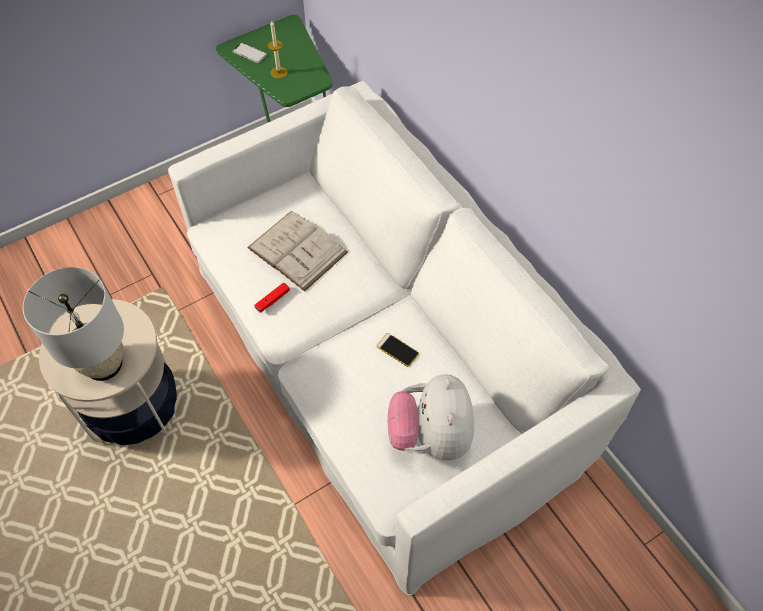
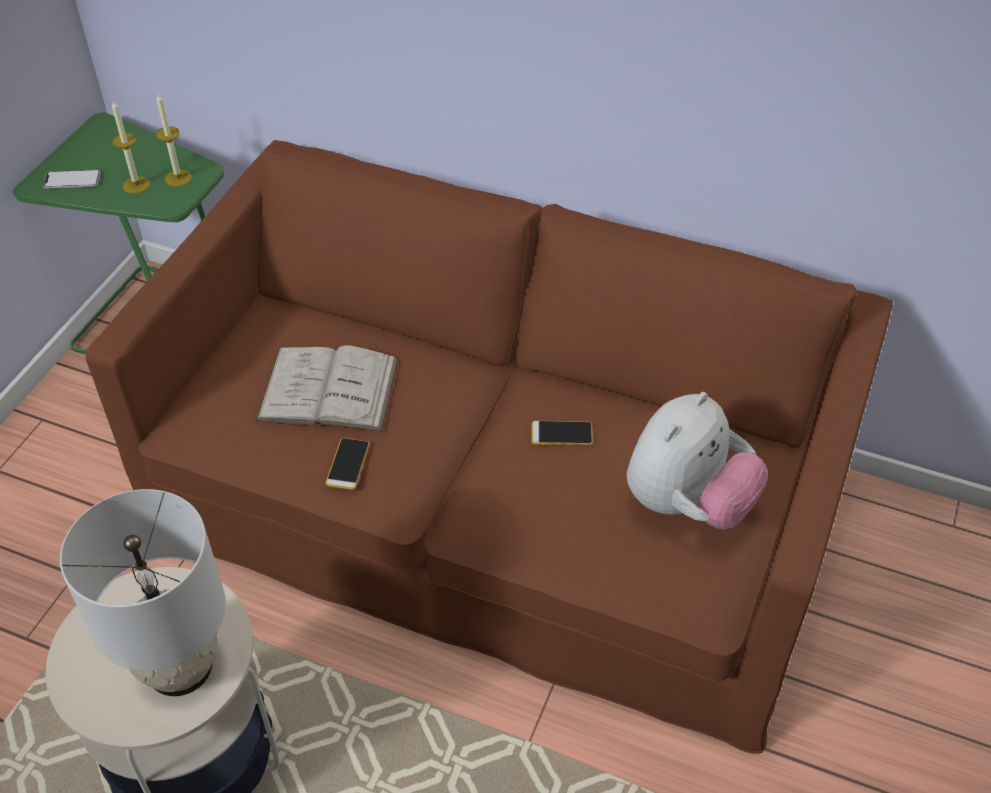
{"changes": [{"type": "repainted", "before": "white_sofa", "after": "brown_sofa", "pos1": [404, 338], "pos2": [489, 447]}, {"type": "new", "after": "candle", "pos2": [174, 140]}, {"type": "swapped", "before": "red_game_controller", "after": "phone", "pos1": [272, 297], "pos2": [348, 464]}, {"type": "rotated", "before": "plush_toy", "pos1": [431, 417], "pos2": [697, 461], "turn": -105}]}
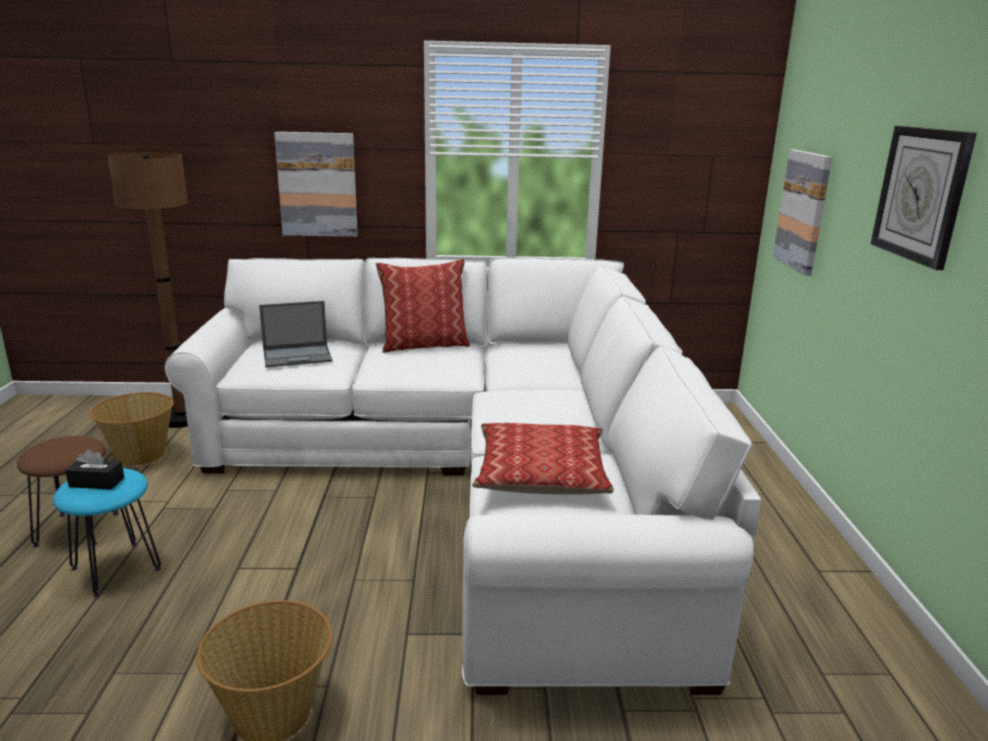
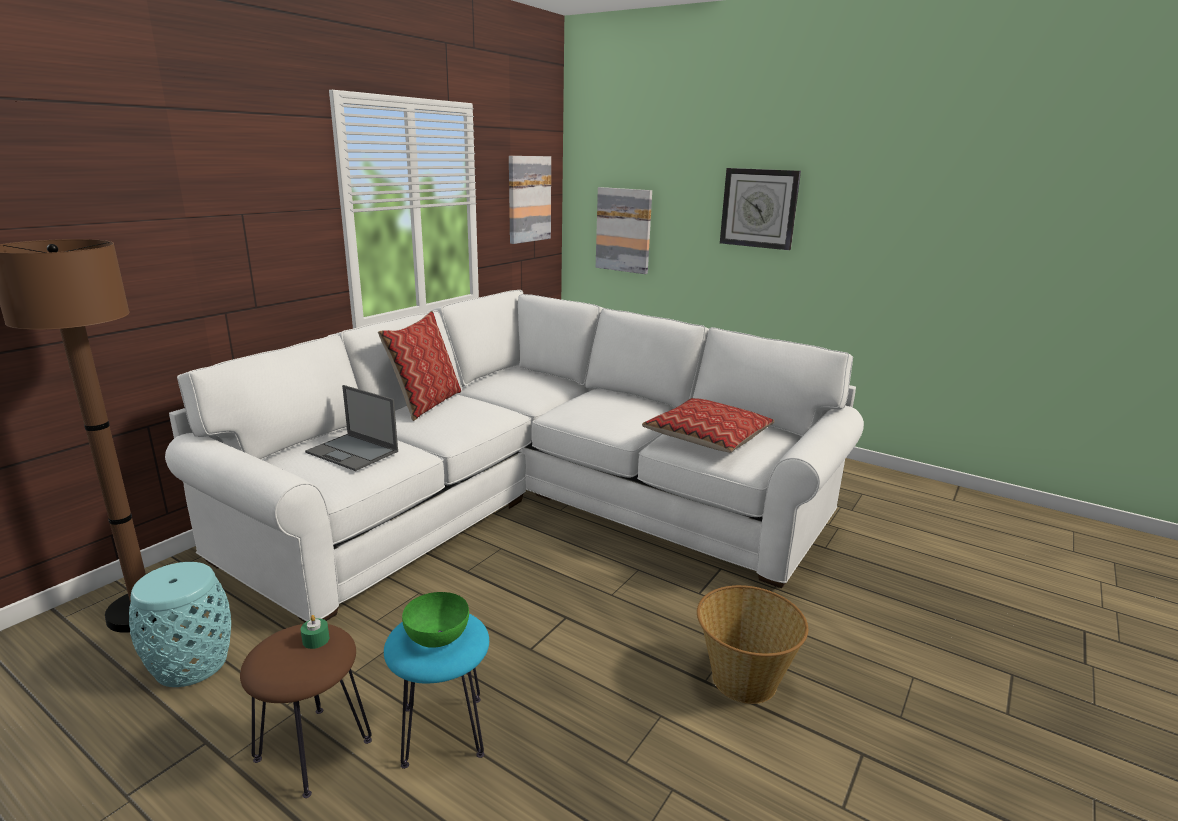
{"changes": [{"type": "swapped", "before": "basket", "after": "turquoise_stool", "pos1": [132, 429], "pos2": [180, 624]}, {"type": "new", "after": "green_candle", "pos2": [315, 632]}, {"type": "rotated", "before": "laptop", "pos1": [295, 334], "pos2": [351, 428], "turn": 105}, {"type": "swapped", "before": "black_tissue_box", "after": "green_bowl", "pos1": [94, 469], "pos2": [435, 620]}, {"type": "shifted", "before": "picture", "pos1": [316, 184], "pos2": [530, 200]}]}
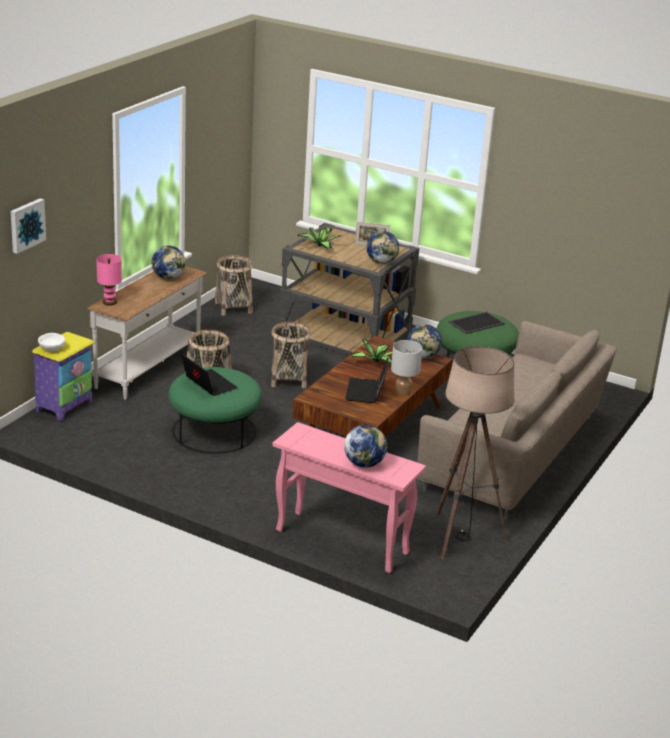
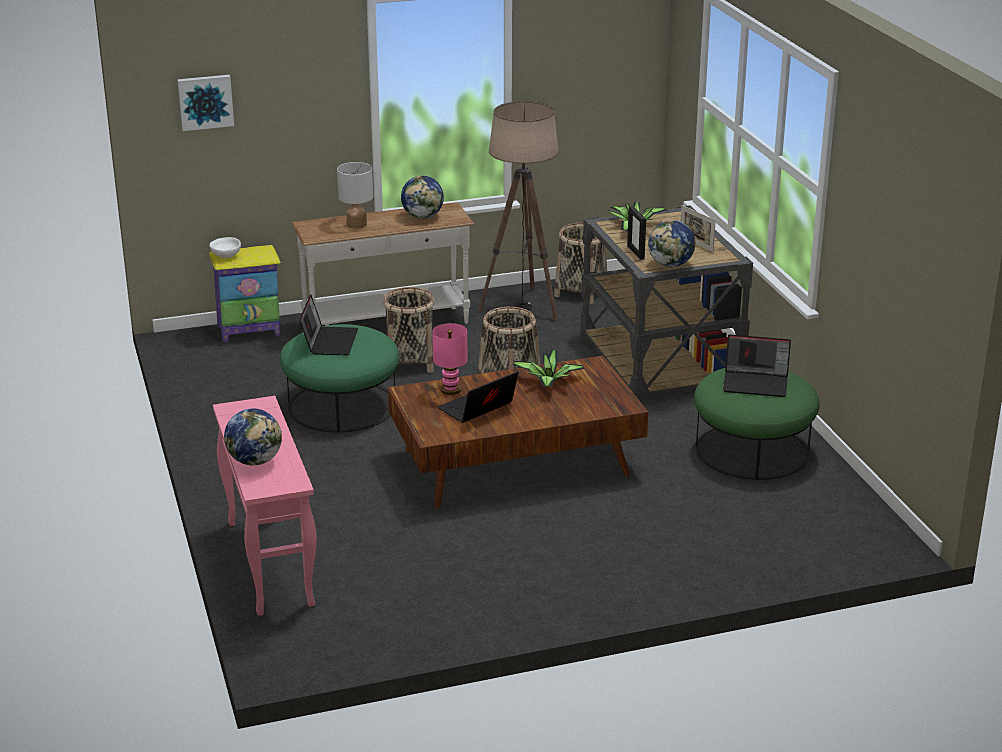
{"changes": [{"type": "shifted", "before": "grey_table_lamp", "pos1": [406, 368], "pos2": [355, 195]}, {"type": "shifted", "before": "pink_table_lamp", "pos1": [109, 280], "pos2": [450, 359]}, {"type": "shifted", "before": "floor_lamp", "pos1": [475, 453], "pos2": [518, 211]}, {"type": "new", "after": "picture_frame", "pos2": [636, 233]}, {"type": "swapped", "before": "tray", "after": "laptop", "pos1": [476, 323], "pos2": [757, 365]}, {"type": "gone", "before": "globe", "pos1": [424, 341]}, {"type": "gone", "before": "beige_sofa", "pos1": [517, 420]}]}
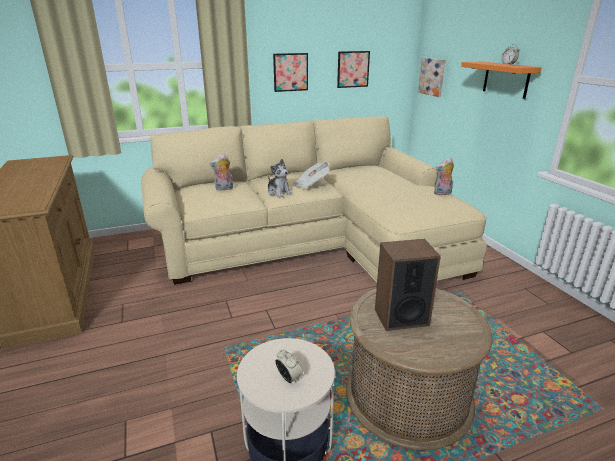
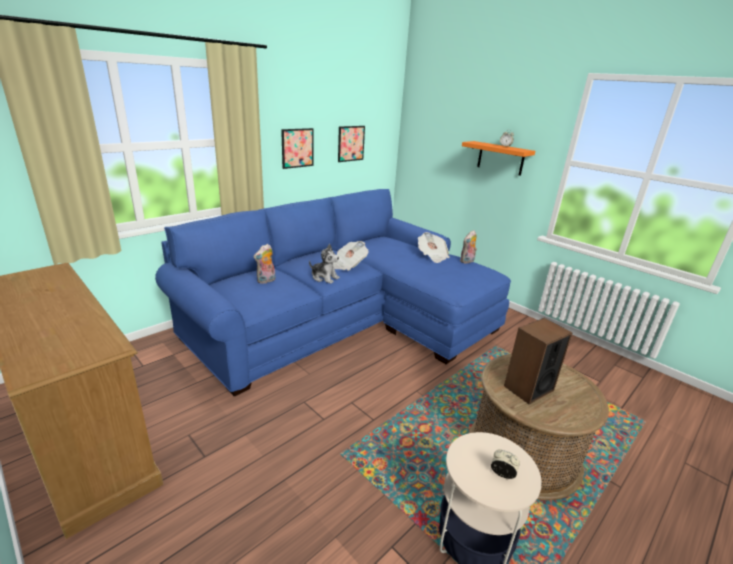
{"changes": [{"type": "repainted", "before": "beige_sofa", "after": "blue_sofa", "pos1": [314, 200], "pos2": [333, 293]}, {"type": "new", "after": "newspaper", "pos2": [434, 247]}, {"type": "gone", "before": "picture", "pos1": [432, 77]}]}
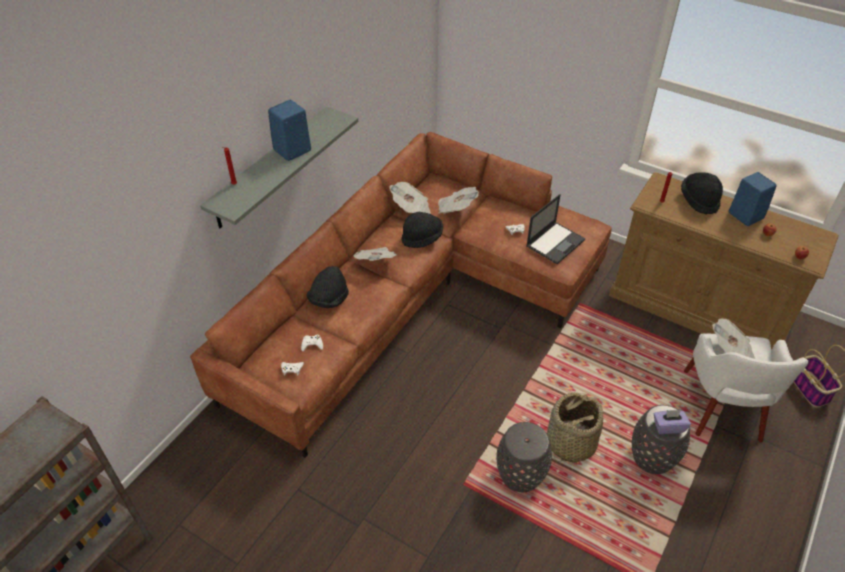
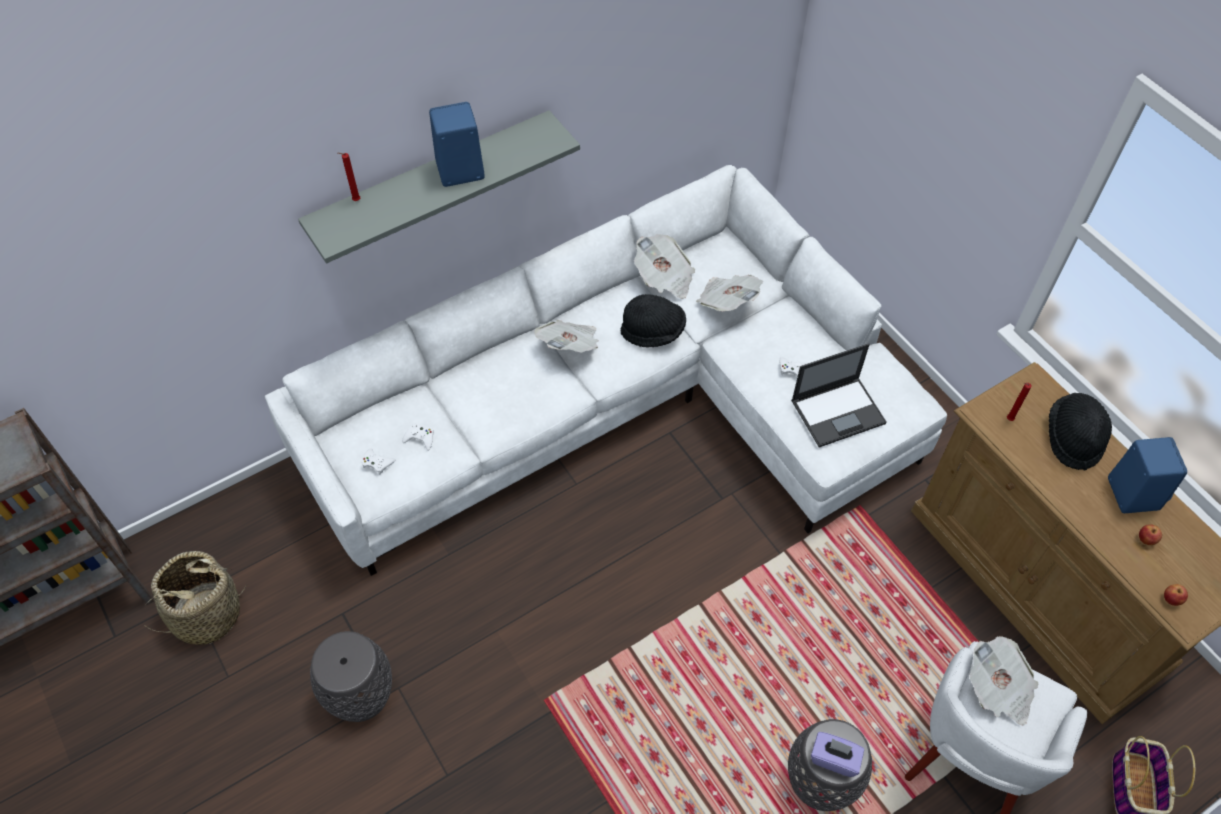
{"changes": [{"type": "shifted", "before": "basket", "pos1": [575, 427], "pos2": [193, 598]}, {"type": "repainted", "before": "brown_sofa", "after": "white_sofa", "pos1": [401, 295], "pos2": [606, 370]}, {"type": "shifted", "before": "grey_stool", "pos1": [524, 457], "pos2": [351, 676]}, {"type": "gone", "before": "black_hat", "pos1": [328, 287]}]}
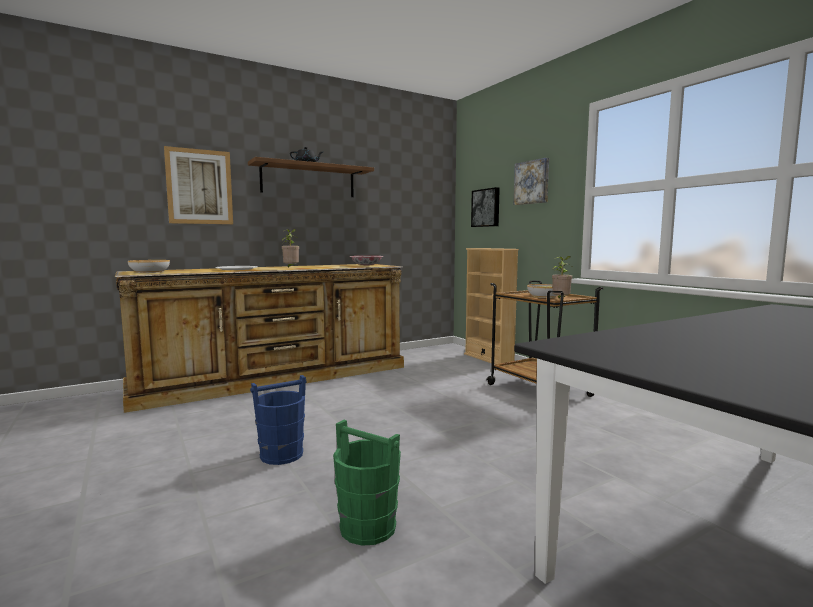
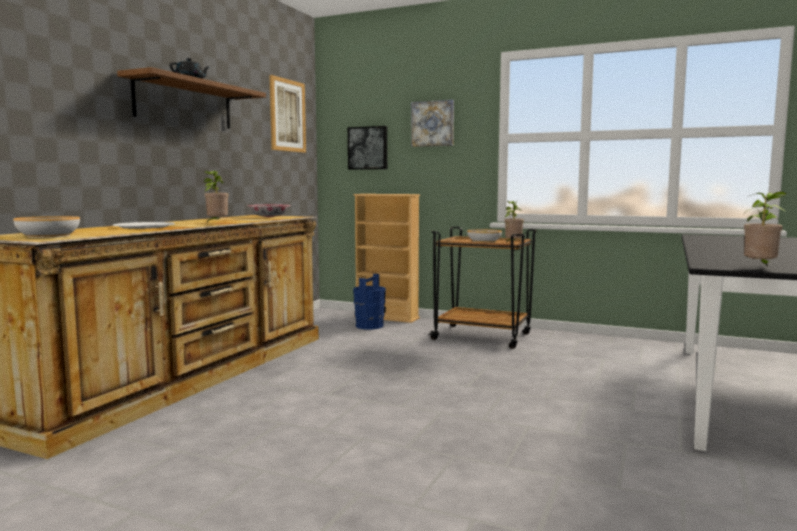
{"changes": [{"type": "shifted", "before": "picture", "pos1": [198, 185], "pos2": [287, 114]}, {"type": "shifted", "before": "blue_bucket", "pos1": [278, 420], "pos2": [369, 301]}, {"type": "new", "after": "potted_plant", "pos2": [765, 229]}, {"type": "gone", "before": "green_bucket", "pos1": [367, 482]}]}
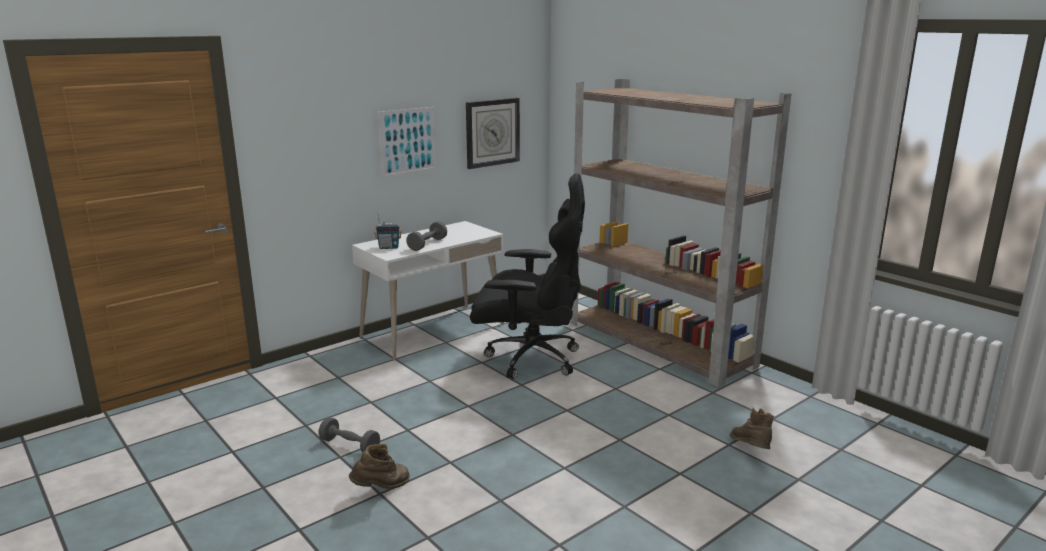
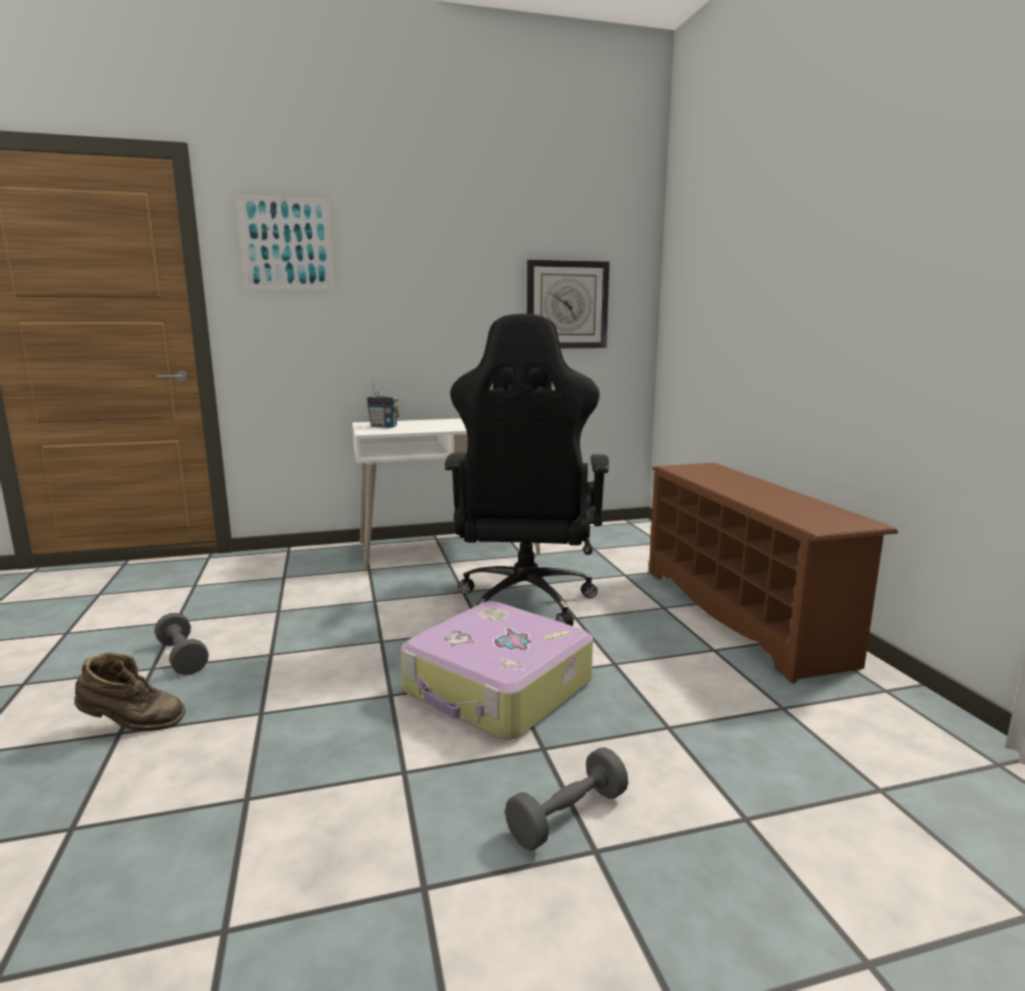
{"changes": [{"type": "shifted", "before": "picture", "pos1": [407, 142], "pos2": [285, 242]}, {"type": "new", "after": "suitcase", "pos2": [497, 670]}, {"type": "rotated", "before": "black_office_chair", "pos1": [527, 276], "pos2": [527, 470], "turn": 60}, {"type": "shifted", "before": "grey_dumbbell", "pos1": [426, 236], "pos2": [566, 798]}, {"type": "swapped", "before": "brown_bookcase", "after": "brown_shoe_rack", "pos1": [681, 233], "pos2": [773, 573]}, {"type": "gone", "before": "brown_boot", "pos1": [752, 428]}]}
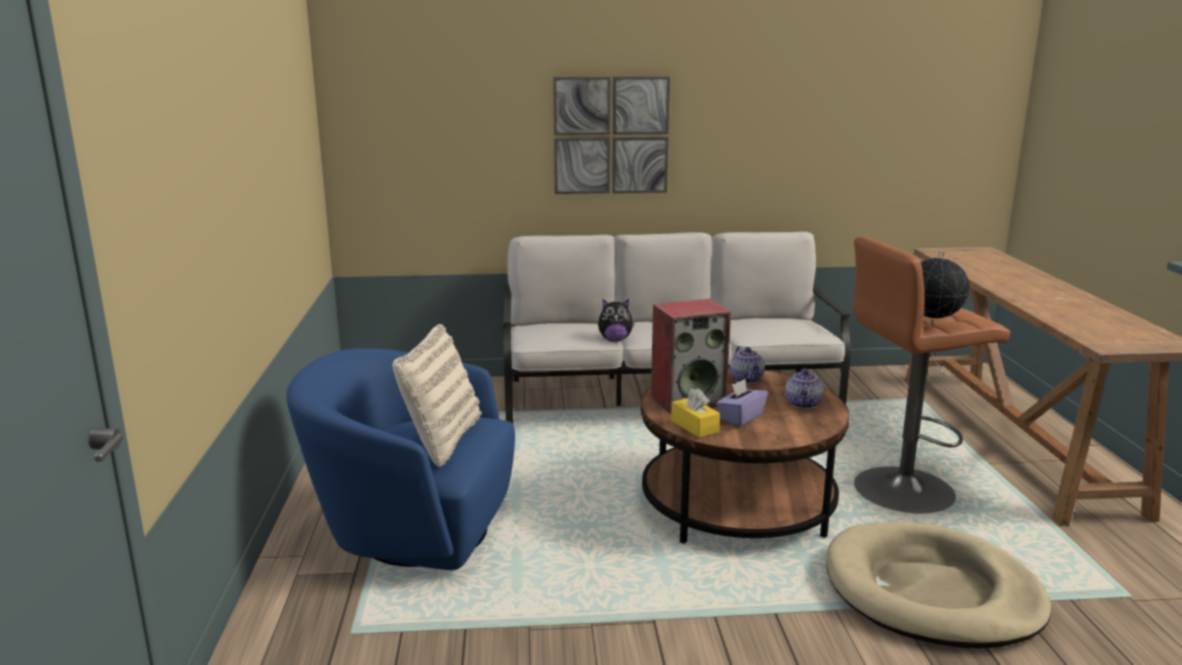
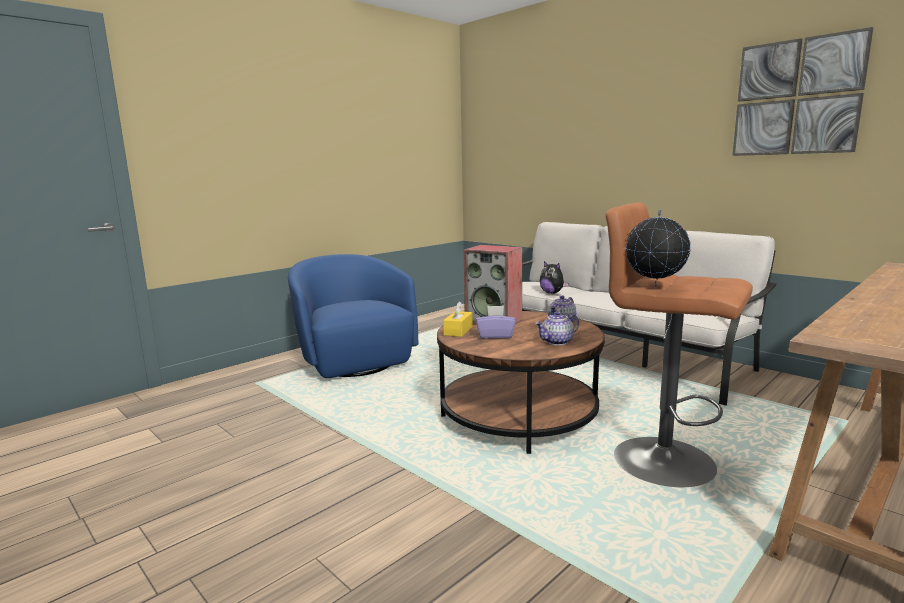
{"changes": [{"type": "shifted", "before": "picture", "pos1": [611, 135], "pos2": [802, 91]}, {"type": "gone", "before": "beige_pillow", "pos1": [437, 395]}, {"type": "gone", "before": "beige_dog_bed", "pos1": [938, 585]}]}
